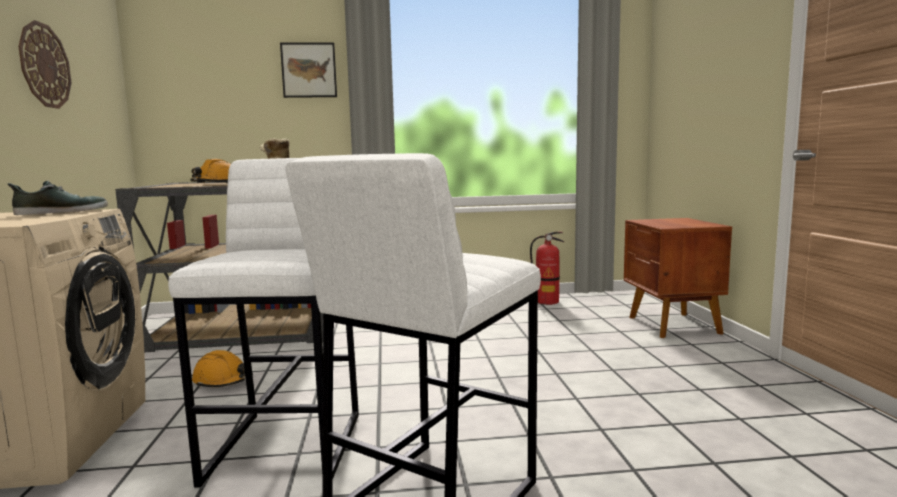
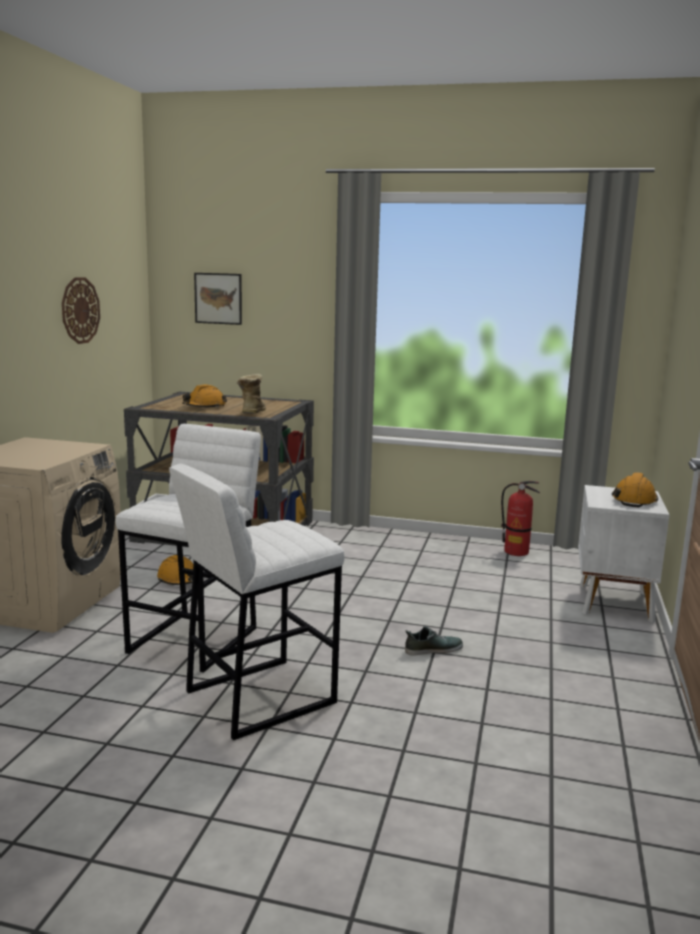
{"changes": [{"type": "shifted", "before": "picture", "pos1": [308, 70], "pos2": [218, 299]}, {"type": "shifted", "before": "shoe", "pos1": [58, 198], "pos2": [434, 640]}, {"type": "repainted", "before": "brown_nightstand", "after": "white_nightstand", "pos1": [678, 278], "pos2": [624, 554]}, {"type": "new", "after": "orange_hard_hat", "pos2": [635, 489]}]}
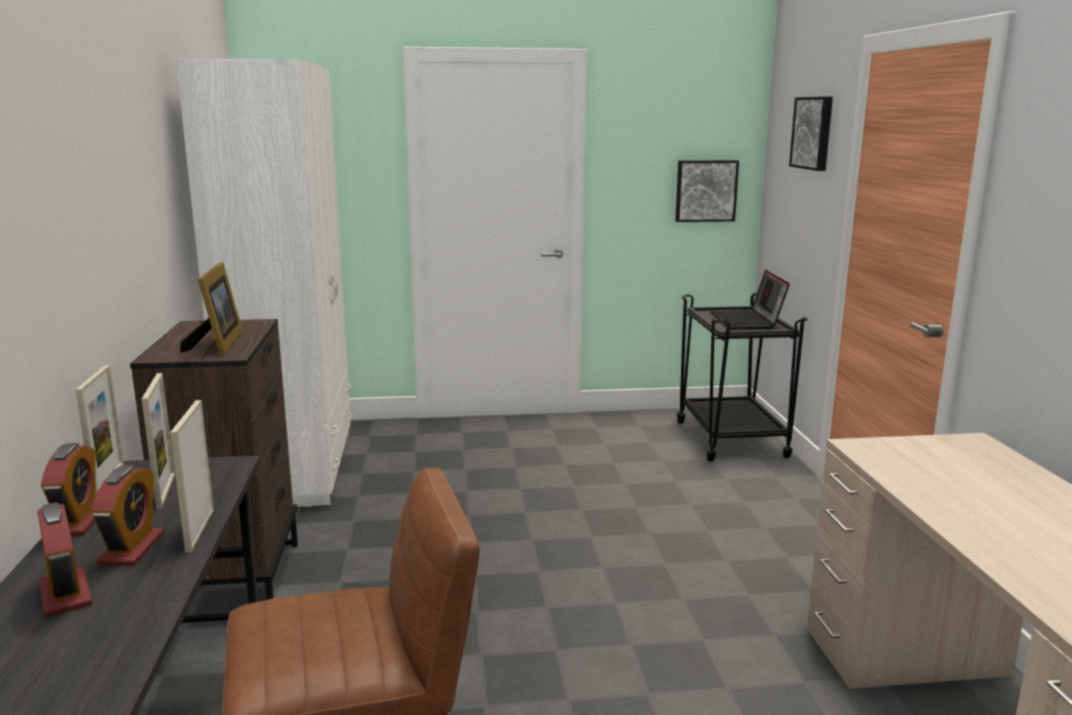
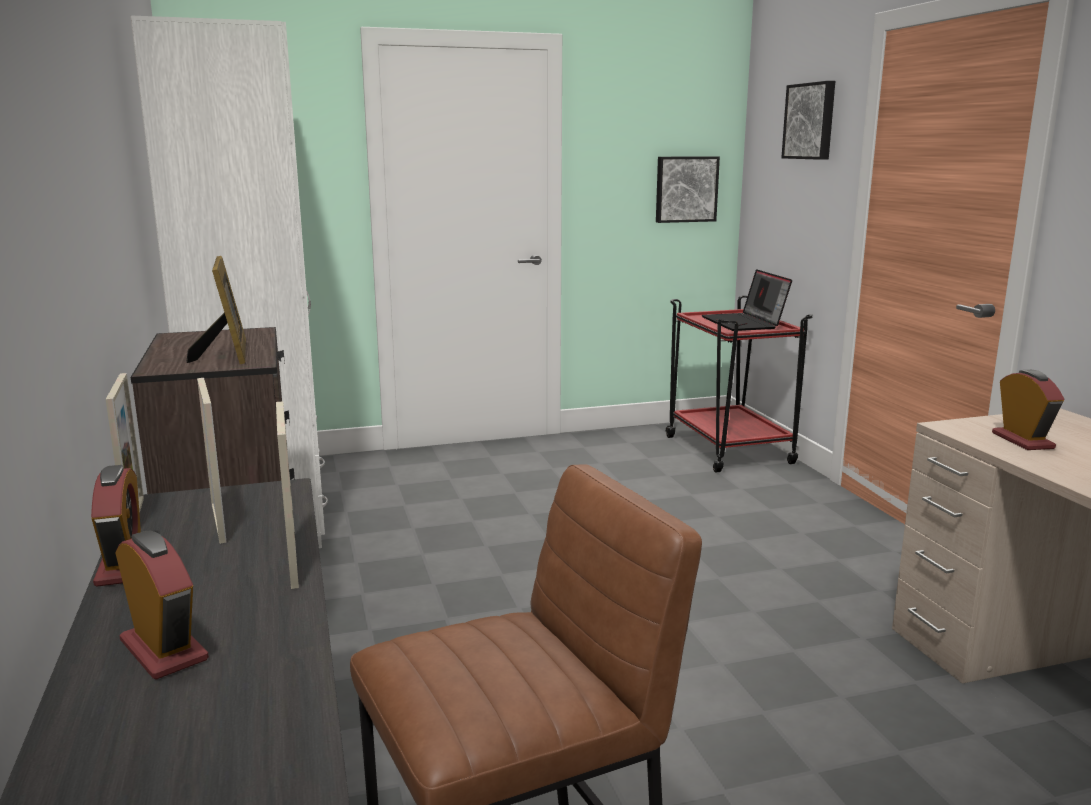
{"changes": [{"type": "repainted", "before": "black_cart", "after": "red_cart", "pos1": [742, 377], "pos2": [738, 384]}, {"type": "shifted", "before": "alarm_clock", "pos1": [127, 515], "pos2": [1028, 410]}]}
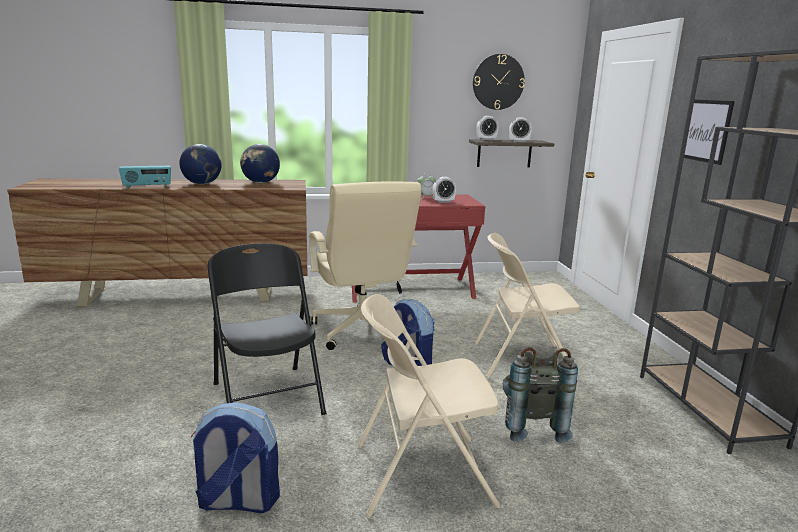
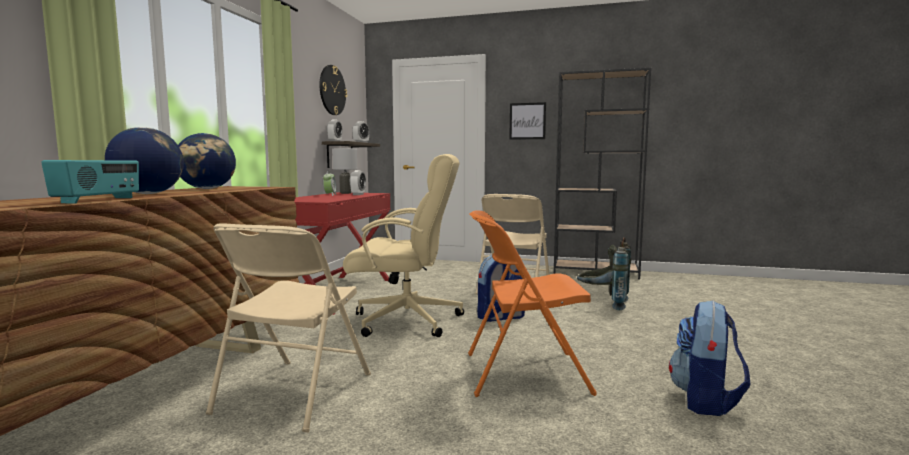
{"changes": [{"type": "shifted", "before": "beige_chair", "pos1": [429, 406], "pos2": [288, 328]}, {"type": "new", "after": "white_table_lamp", "pos2": [345, 171]}, {"type": "repainted", "before": "black_chair", "after": "orange_chair", "pos1": [267, 329], "pos2": [532, 303]}]}
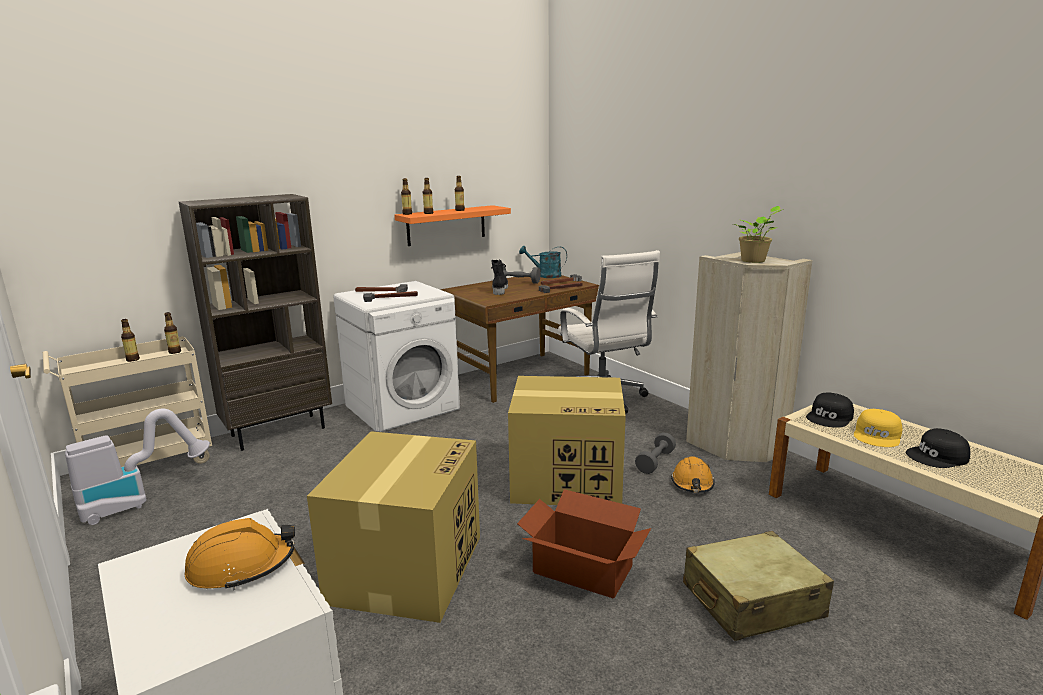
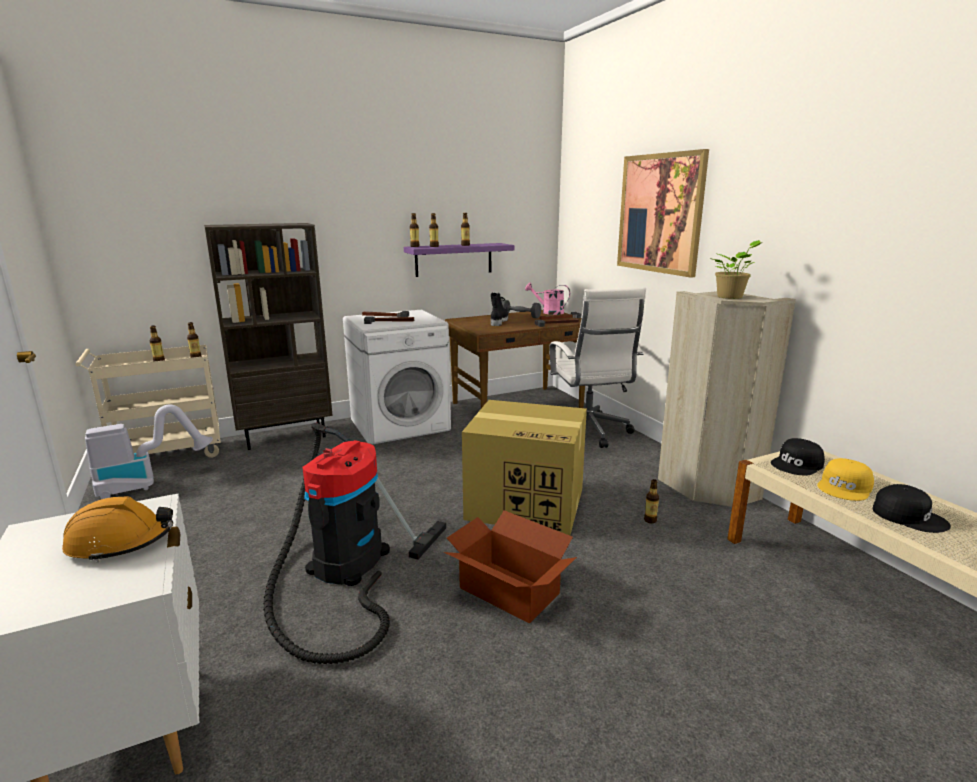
{"changes": [{"type": "swapped", "before": "cardboard_box", "after": "vacuum_cleaner", "pos1": [393, 527], "pos2": [354, 543]}, {"type": "repainted", "before": "orange_shelf", "after": "purple_shelf", "pos1": [452, 225], "pos2": [459, 260]}, {"type": "repainted", "before": "turquoise_watering_can", "after": "pink_watering_can", "pos1": [543, 261], "pos2": [547, 299]}, {"type": "new", "after": "picture", "pos2": [663, 213]}, {"type": "swapped", "before": "orange_hard_hat", "after": "bottle", "pos1": [693, 474], "pos2": [651, 501]}, {"type": "rotated", "before": "black_cap", "pos1": [938, 448], "pos2": [912, 508], "turn": -135}, {"type": "gone", "before": "grey_dumbbell", "pos1": [655, 453]}, {"type": "gone", "before": "beige_suitcase", "pos1": [758, 586]}]}
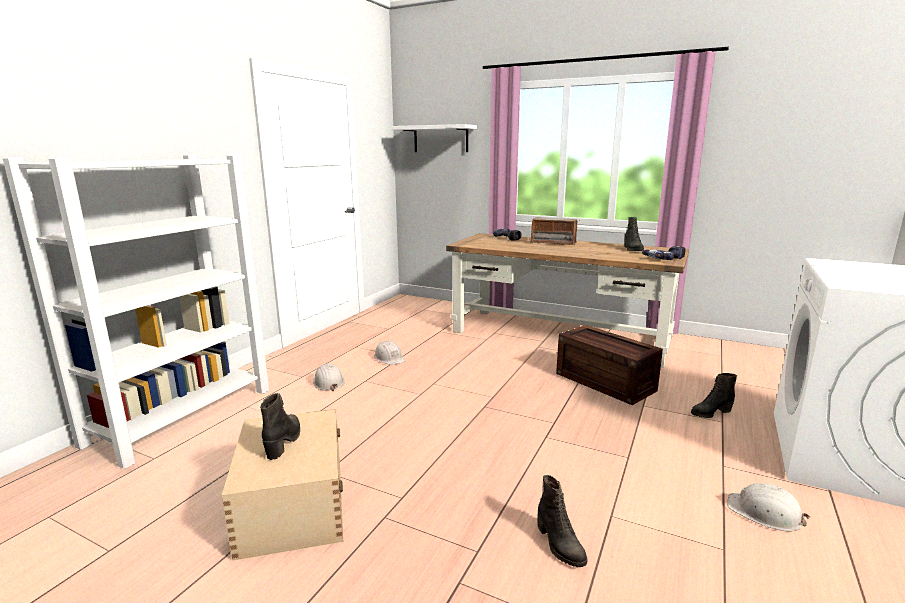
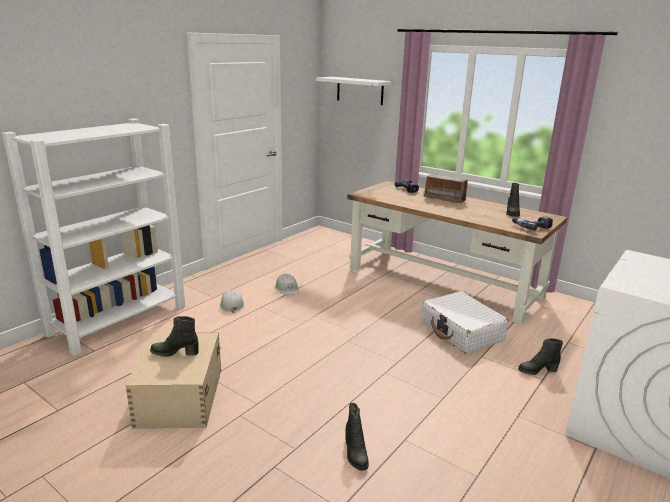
{"changes": [{"type": "rotated", "before": "black_boot", "pos1": [280, 426], "pos2": [174, 336], "turn": -105}, {"type": "swapped", "before": "crate", "after": "white_suitcase", "pos1": [609, 365], "pos2": [465, 322]}, {"type": "gone", "before": "white_hard_hat", "pos1": [768, 507]}]}
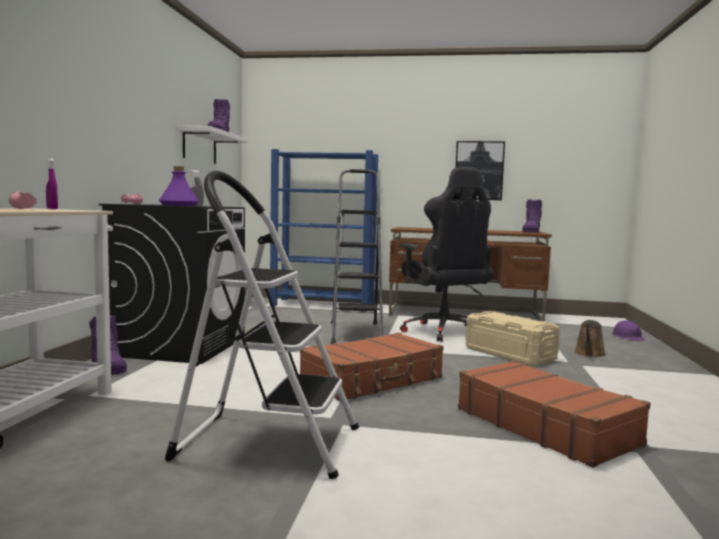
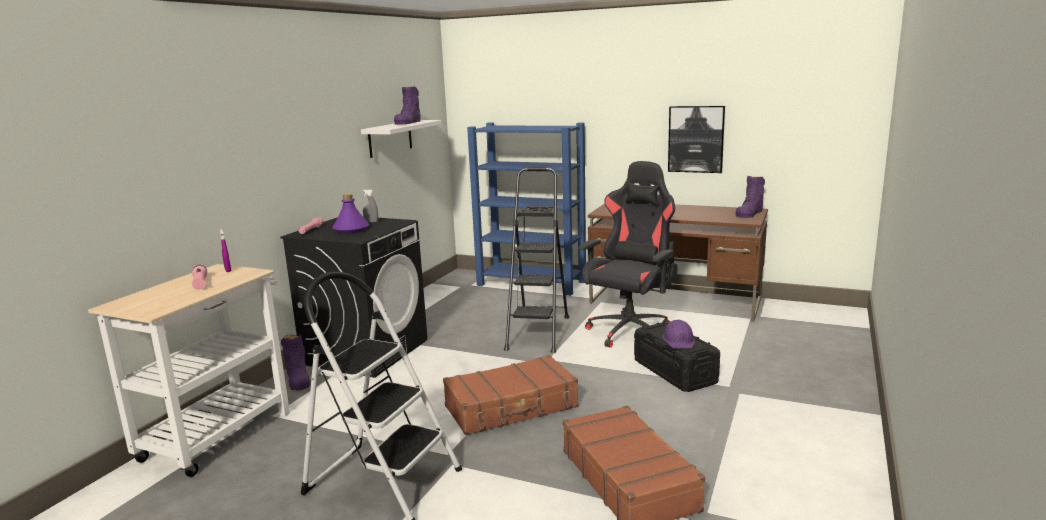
{"changes": [{"type": "rotated", "before": "black_office_chair", "pos1": [446, 254], "pos2": [628, 254], "turn": -135}, {"type": "repainted", "before": "beige_storage_box", "after": "black_storage_box", "pos1": [512, 338], "pos2": [677, 357]}, {"type": "shifted", "before": "purple_hard_hat", "pos1": [629, 330], "pos2": [679, 334]}, {"type": "gone", "before": "brown_watering_can", "pos1": [590, 338]}]}
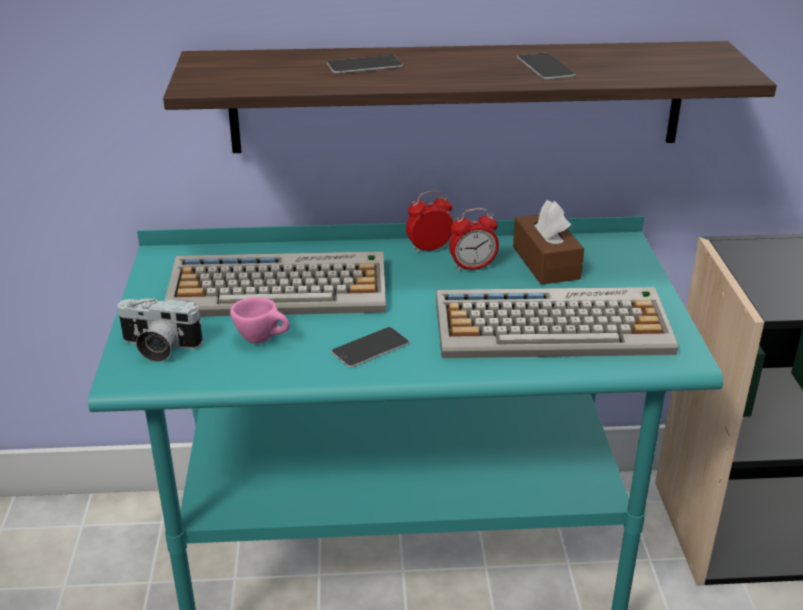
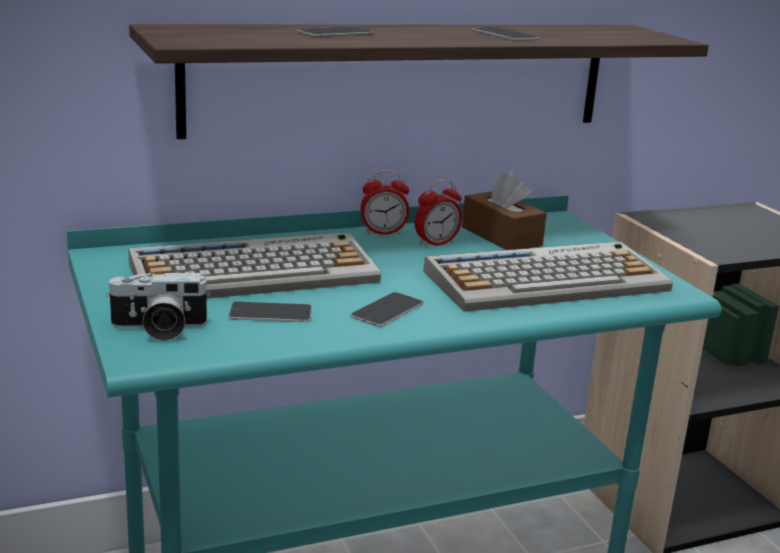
{"changes": [{"type": "swapped", "before": "pink_cup", "after": "phone", "pos1": [260, 320], "pos2": [270, 312]}, {"type": "rotated", "before": "alarm_clock", "pos1": [429, 222], "pos2": [384, 202], "turn": -150}]}
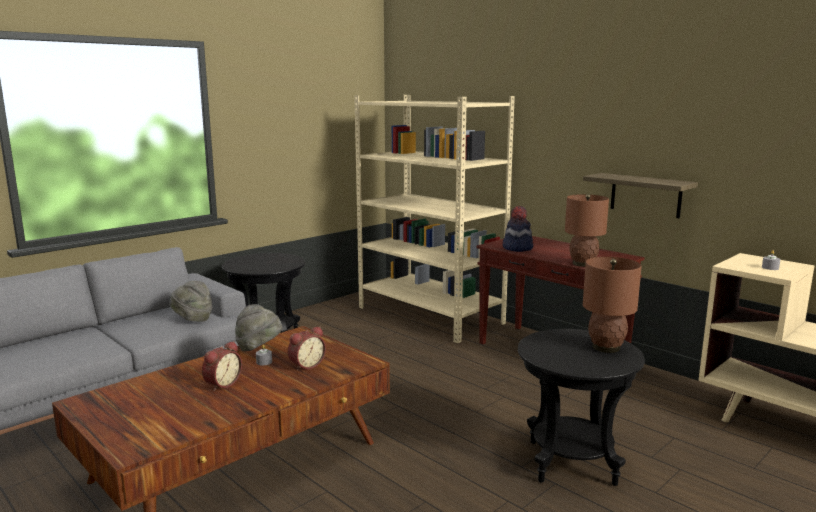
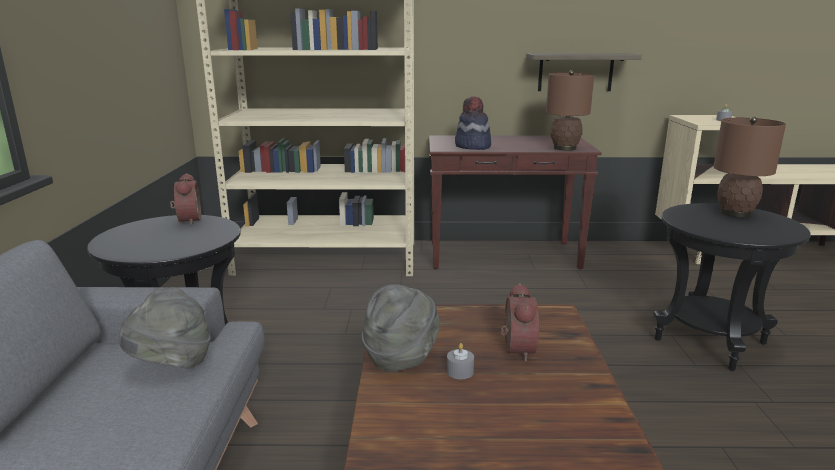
{"changes": [{"type": "shifted", "before": "alarm_clock", "pos1": [222, 366], "pos2": [185, 199]}]}
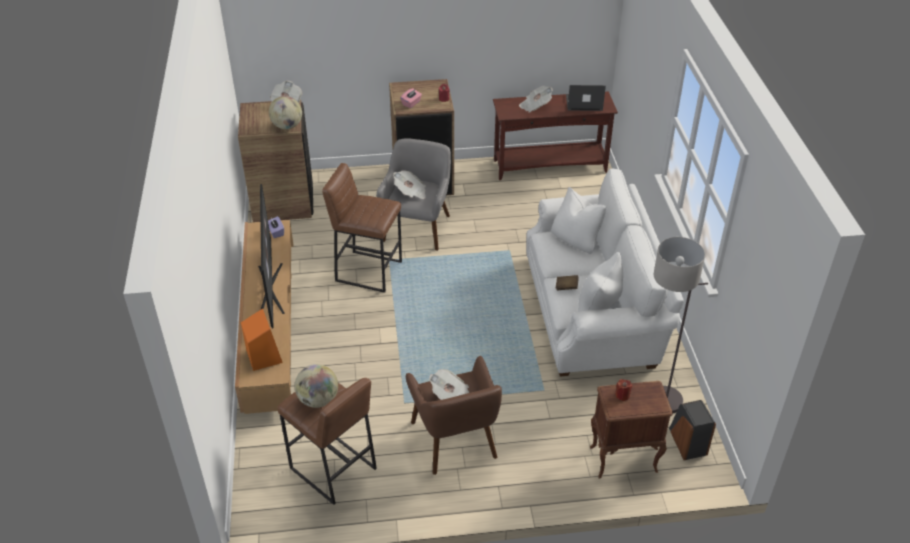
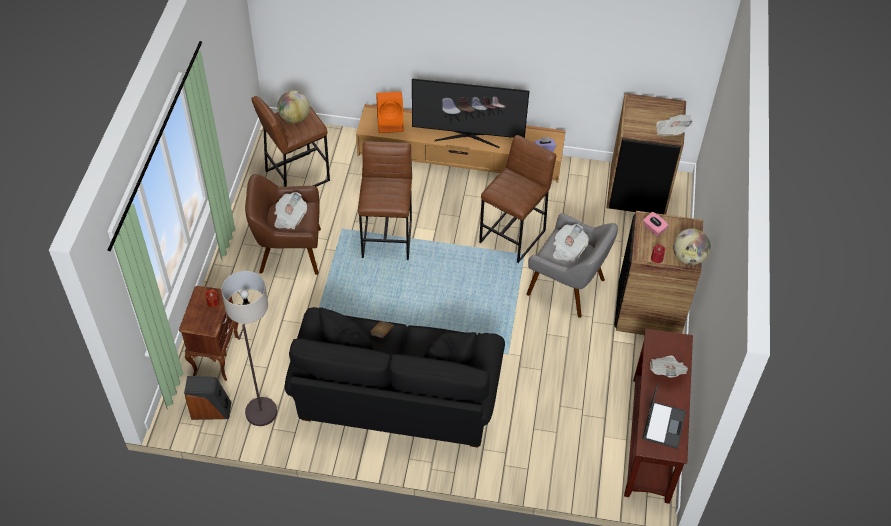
{"changes": [{"type": "repainted", "before": "white_sofa", "after": "black_sofa", "pos1": [605, 273], "pos2": [395, 377]}, {"type": "new", "after": "brown_stool", "pos2": [385, 200]}, {"type": "shifted", "before": "globe", "pos1": [285, 112], "pos2": [692, 246]}]}
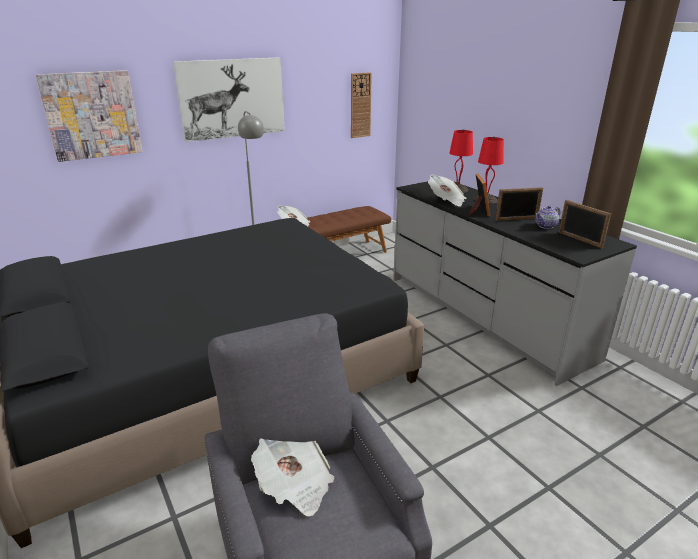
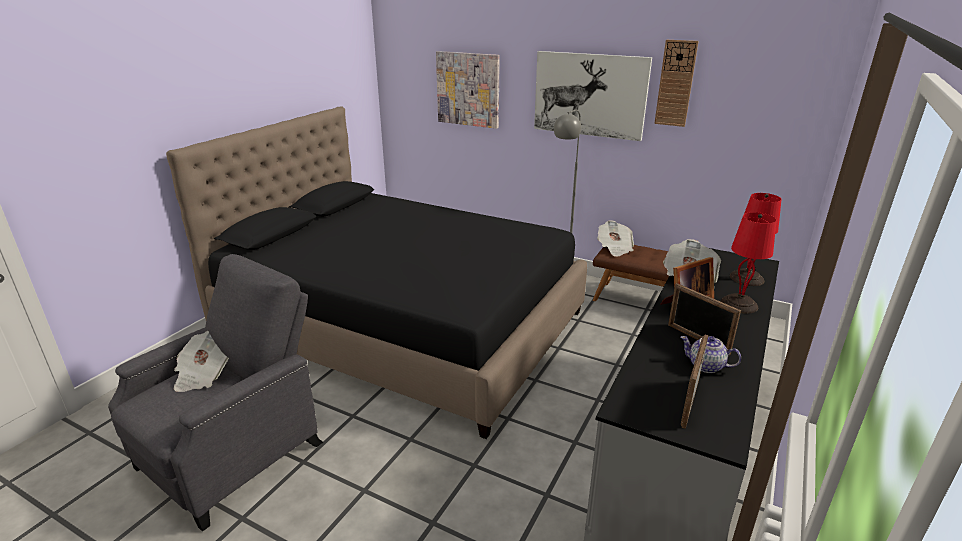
{"changes": [{"type": "shifted", "before": "wall_clock", "pos1": [361, 105], "pos2": [676, 83]}]}
